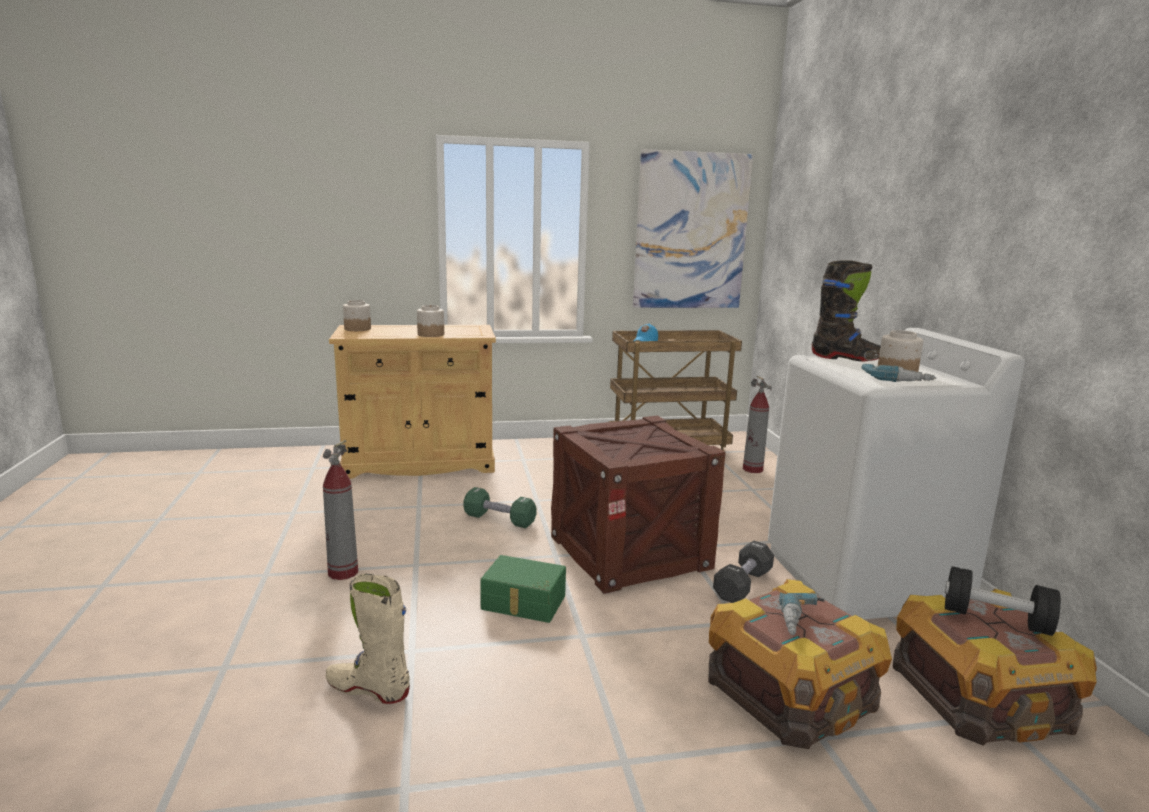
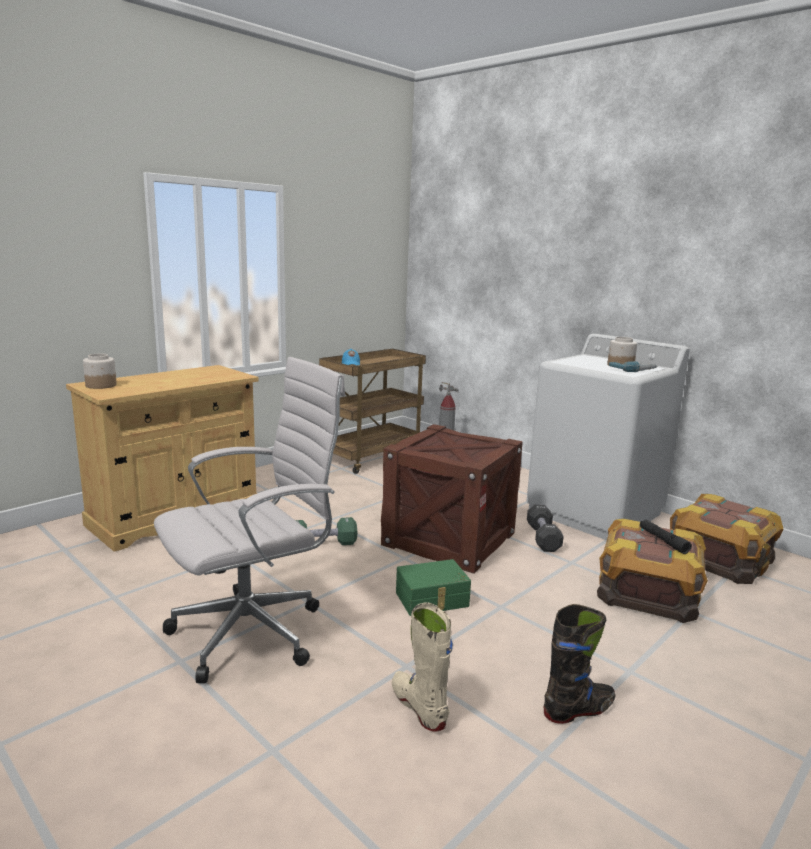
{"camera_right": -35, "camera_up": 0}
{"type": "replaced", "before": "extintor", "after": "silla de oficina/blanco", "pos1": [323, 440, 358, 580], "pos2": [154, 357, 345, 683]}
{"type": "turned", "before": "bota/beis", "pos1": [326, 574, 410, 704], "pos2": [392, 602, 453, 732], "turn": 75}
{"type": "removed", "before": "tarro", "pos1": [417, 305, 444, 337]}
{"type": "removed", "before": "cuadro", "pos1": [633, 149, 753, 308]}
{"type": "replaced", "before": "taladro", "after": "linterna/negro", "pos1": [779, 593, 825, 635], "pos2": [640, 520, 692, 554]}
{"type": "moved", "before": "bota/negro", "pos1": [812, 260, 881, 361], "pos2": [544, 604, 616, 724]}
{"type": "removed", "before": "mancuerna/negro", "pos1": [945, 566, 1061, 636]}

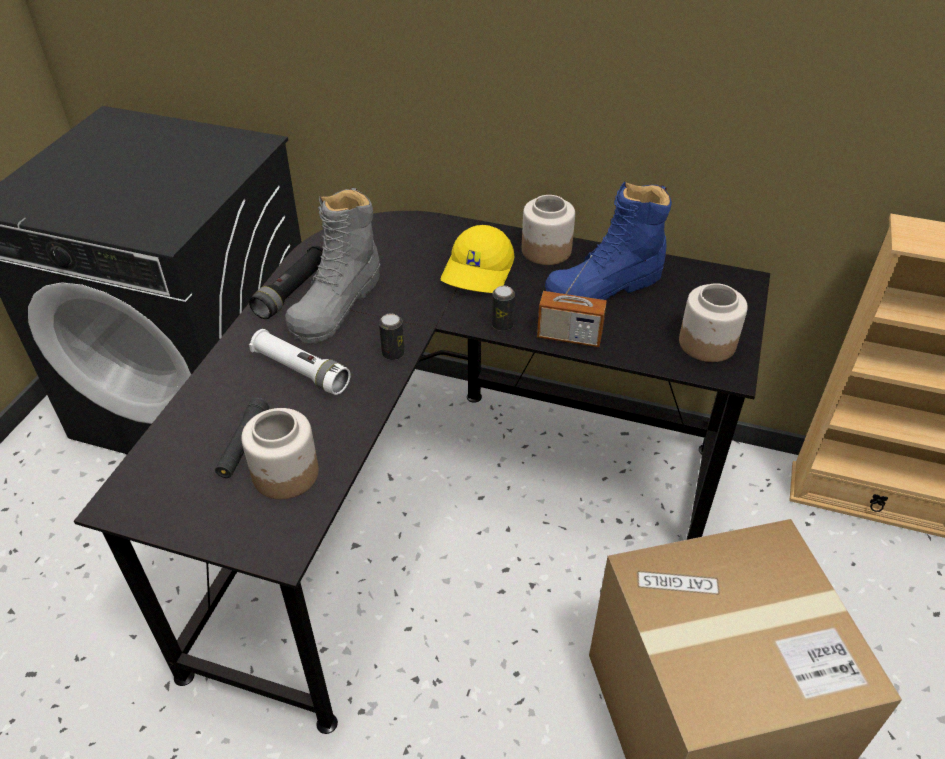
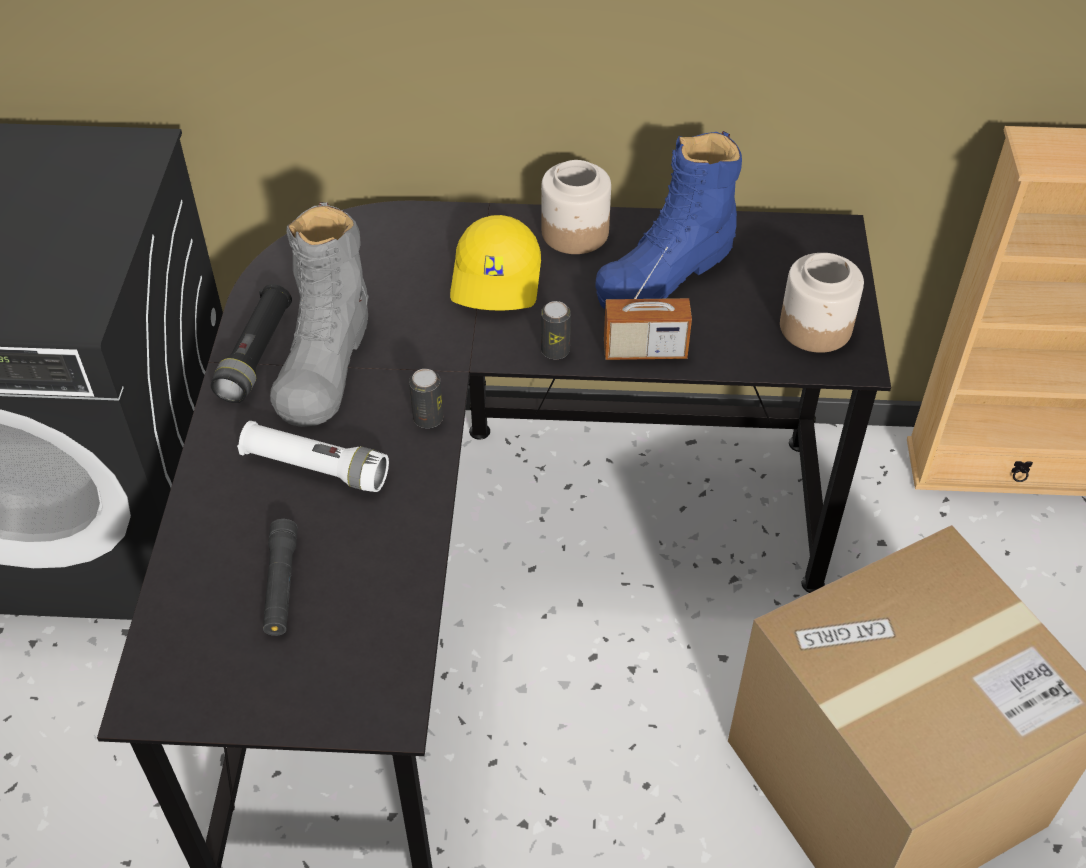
{"camera_right": -15, "camera_up": 5}
{"type": "removed", "before": "tarro", "pos1": [241, 408, 319, 499]}

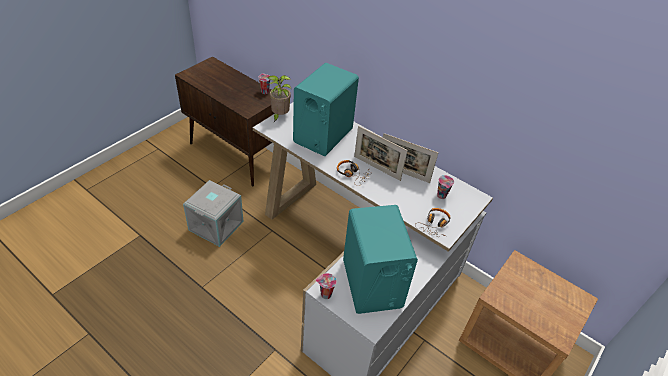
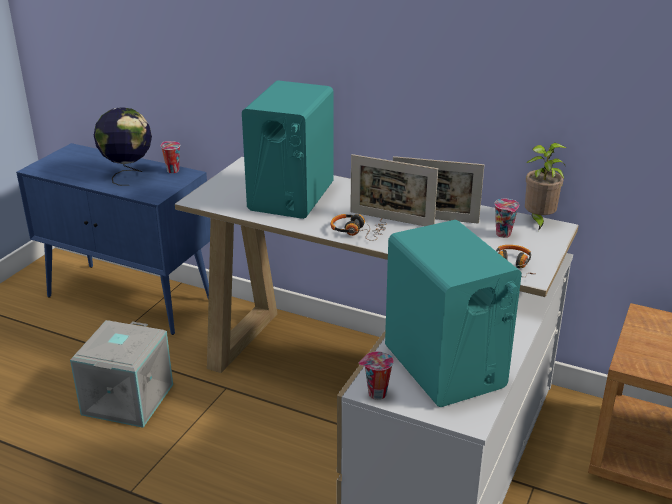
{"camera_right": -10, "camera_up": -15}
{"type": "recoloured", "before": "armario/marrón", "after": "armario/azul", "pos1": [175, 56, 275, 187], "pos2": [16, 143, 211, 335]}
{"type": "moved", "before": "planta en maceta", "pos1": [268, 75, 291, 122], "pos2": [525, 143, 566, 231]}
{"type": "added", "after": "globo terráqueo", "pos2": [94, 107, 152, 186]}

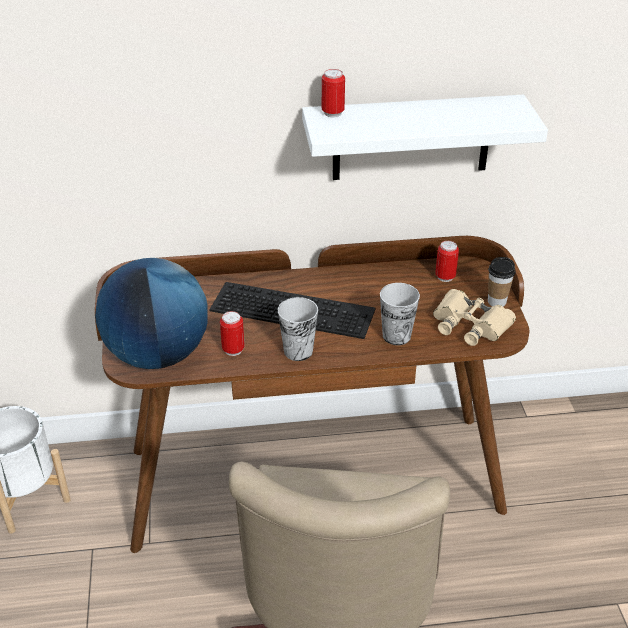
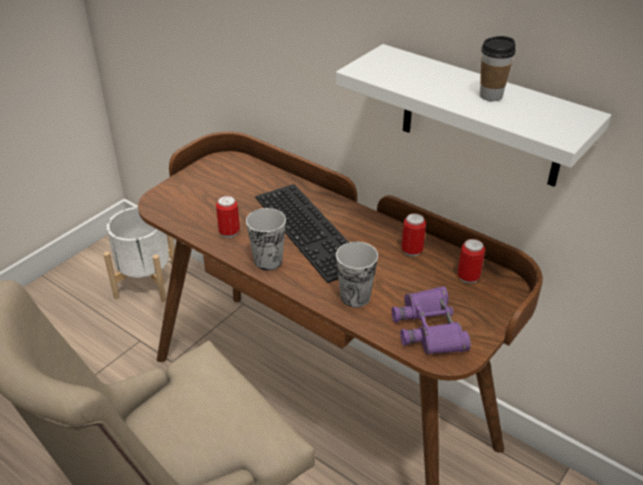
{"camera_right": 45, "camera_up": 0}
{"type": "removed", "before": "globo terráqueo", "pos1": [95, 258, 208, 369]}
{"type": "moved", "before": "lata", "pos1": [322, 69, 345, 117], "pos2": [402, 213, 426, 256]}
{"type": "recoloured", "before": "prismáticos/beis", "after": "prismáticos/morado", "pos1": [433, 289, 516, 346], "pos2": [392, 287, 471, 354]}
{"type": "moved", "before": "taza", "pos1": [488, 257, 515, 307], "pos2": [480, 36, 516, 101]}

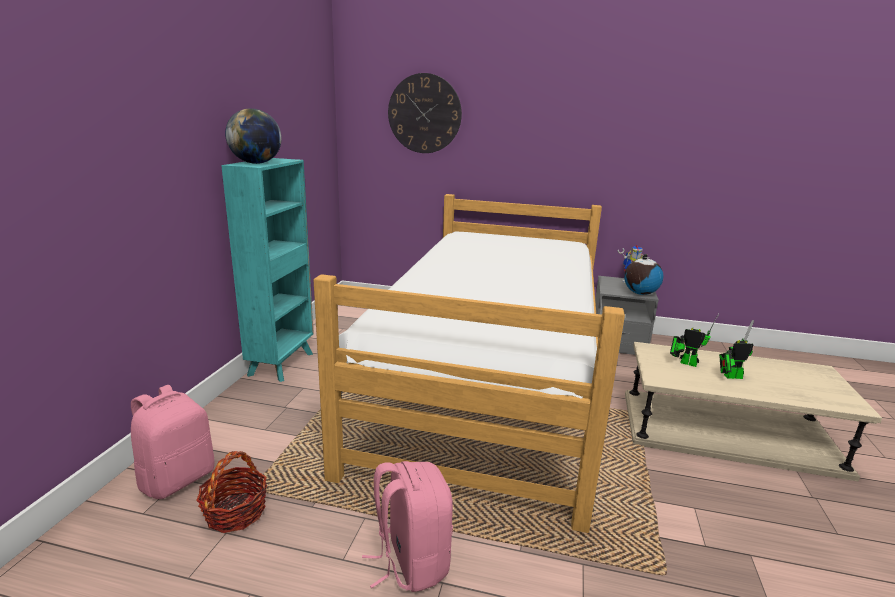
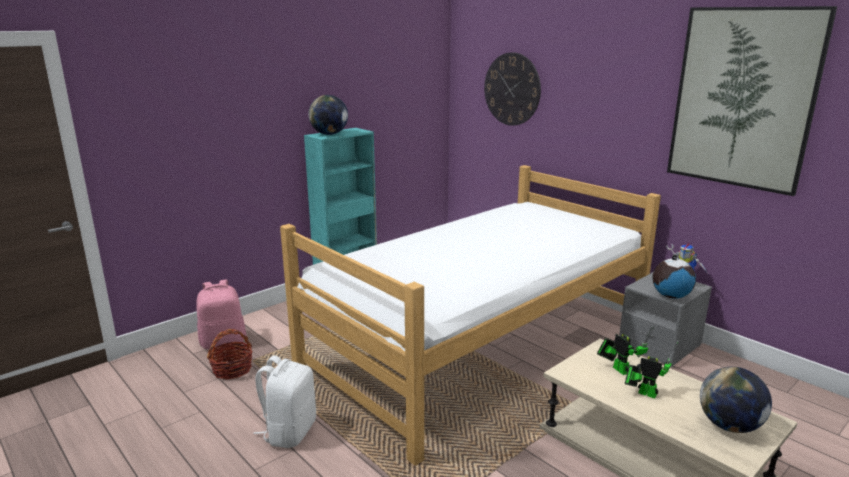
{"camera_right": 35, "camera_up": 0}
{"type": "recoloured", "before": "mochila/rosa", "after": "mochila/blanco", "pos1": [362, 461, 453, 592], "pos2": [253, 356, 316, 448]}
{"type": "added", "after": "cuadro", "pos2": [667, 6, 837, 196]}
{"type": "added", "after": "globo terráqueo", "pos2": [700, 367, 772, 433]}

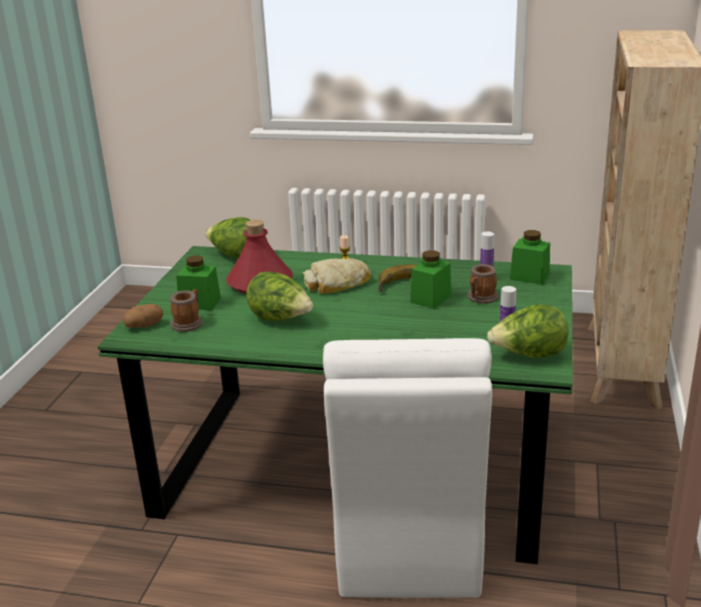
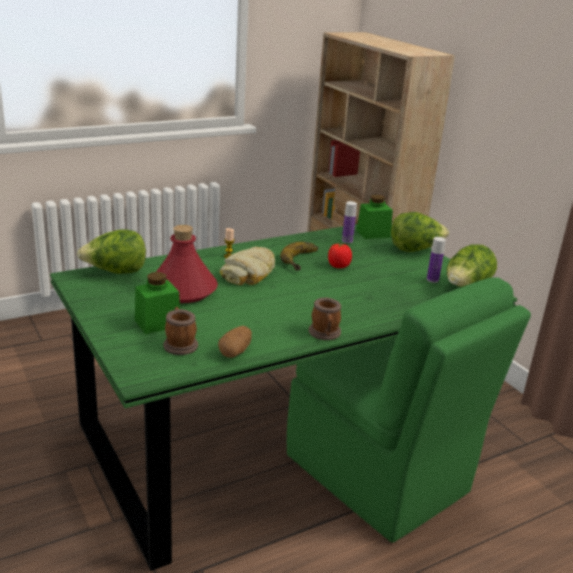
{"camera_right": -45, "camera_up": 0}
{"type": "moved", "before": "patata", "pos1": [123, 304, 164, 328], "pos2": [218, 326, 252, 358]}
{"type": "moved", "before": "lechuga", "pos1": [246, 271, 313, 321], "pos2": [391, 212, 449, 252]}
{"type": "recoloured", "before": "silla/blanco", "after": "silla/verde", "pos1": [323, 338, 492, 598], "pos2": [287, 277, 531, 543]}
{"type": "replaced", "before": "tarro/verde", "after": "tomate", "pos1": [410, 250, 452, 309], "pos2": [328, 243, 352, 268]}
{"type": "moved", "before": "taza grande", "pos1": [468, 264, 498, 304], "pos2": [309, 298, 341, 340]}

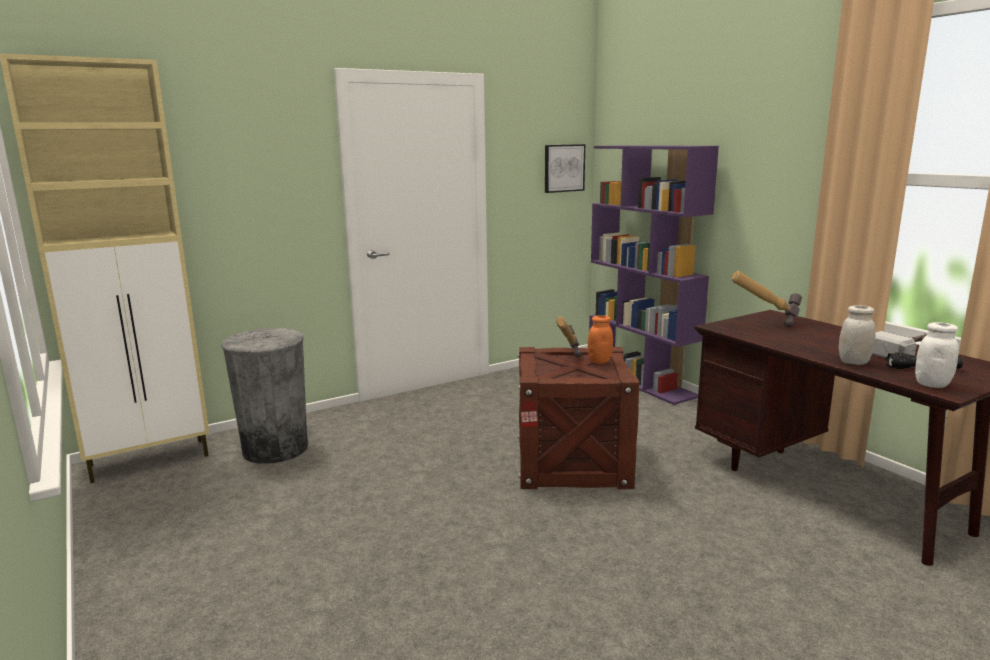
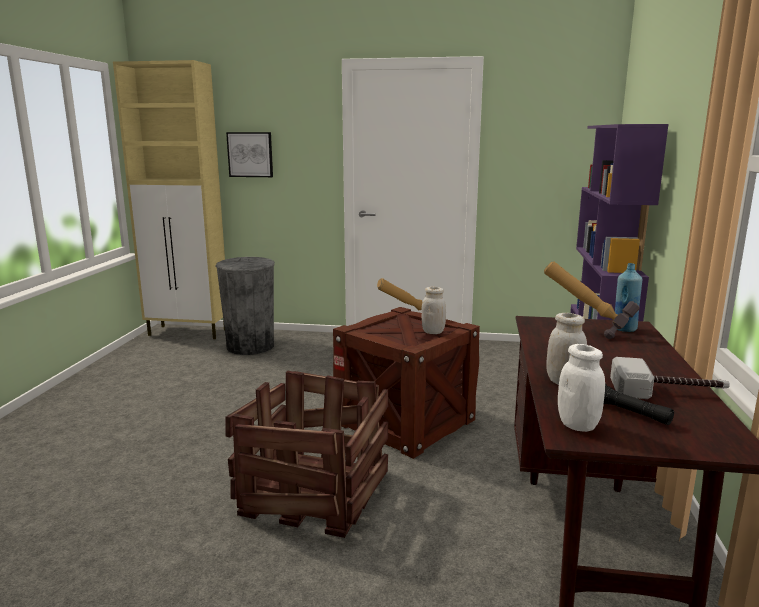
{"camera_right": 40, "camera_up": 0}
{"type": "moved", "before": "cuadro", "pos1": [545, 144, 585, 193], "pos2": [226, 132, 273, 177]}
{"type": "recoloured", "before": "tarro/naranja", "after": "tarro/blanco", "pos1": [588, 315, 613, 364], "pos2": [421, 287, 446, 334]}
{"type": "added", "after": "caja de embalaje", "pos2": [225, 371, 388, 538]}
{"type": "added", "after": "botella/azul", "pos2": [615, 263, 642, 332]}

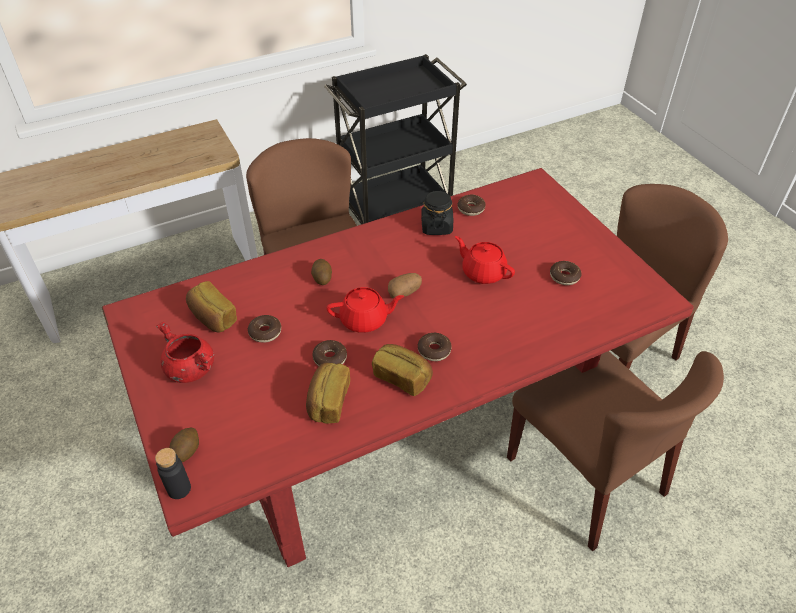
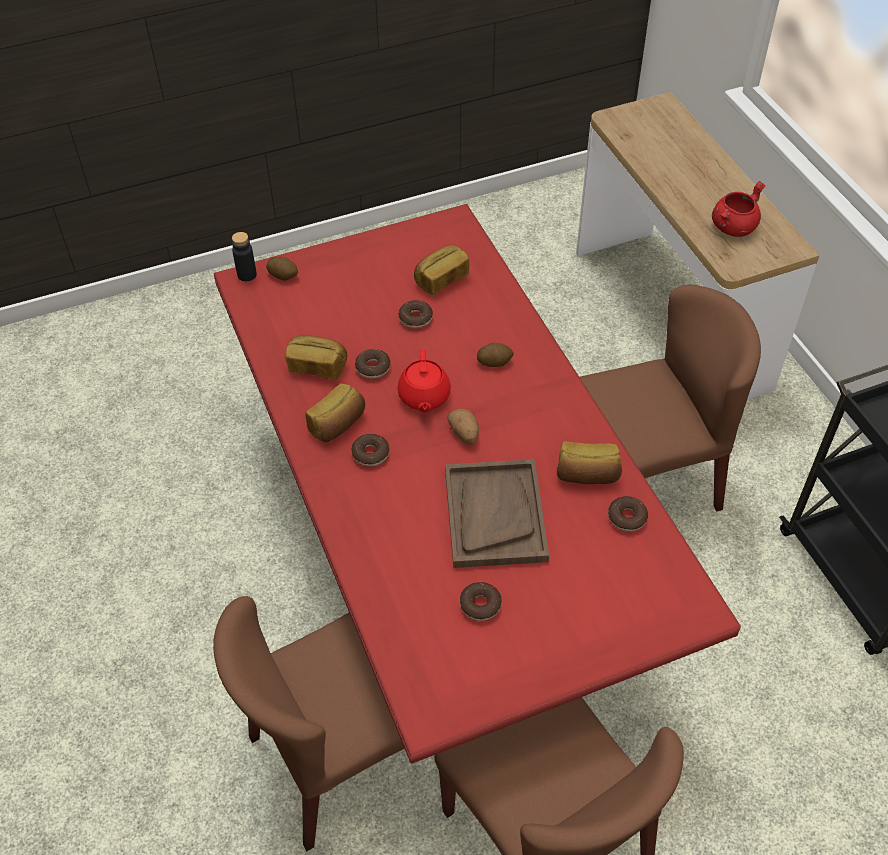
{"camera_right": 95, "camera_up": 5}
{"type": "moved", "before": "olla/rojo", "pos1": [156, 322, 214, 383], "pos2": [712, 181, 765, 237]}
{"type": "replaced", "before": "tarro/negro", "after": "pan", "pos1": [421, 190, 453, 235], "pos2": [557, 441, 622, 484]}
{"type": "replaced", "before": "tetera/rojo", "after": "bandeja/marrón", "pos1": [455, 236, 515, 284], "pos2": [445, 459, 549, 568]}

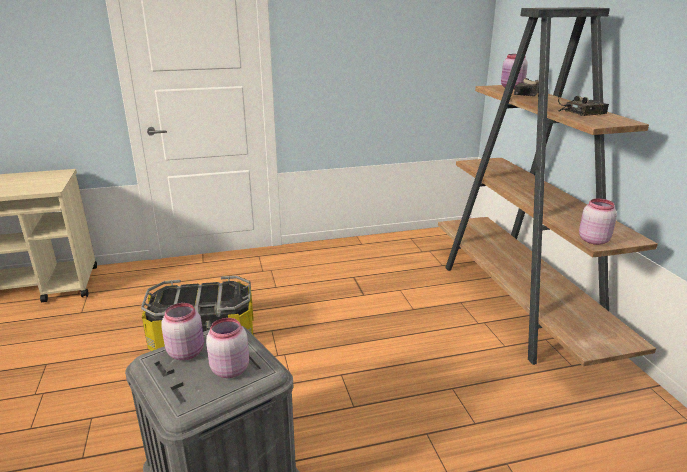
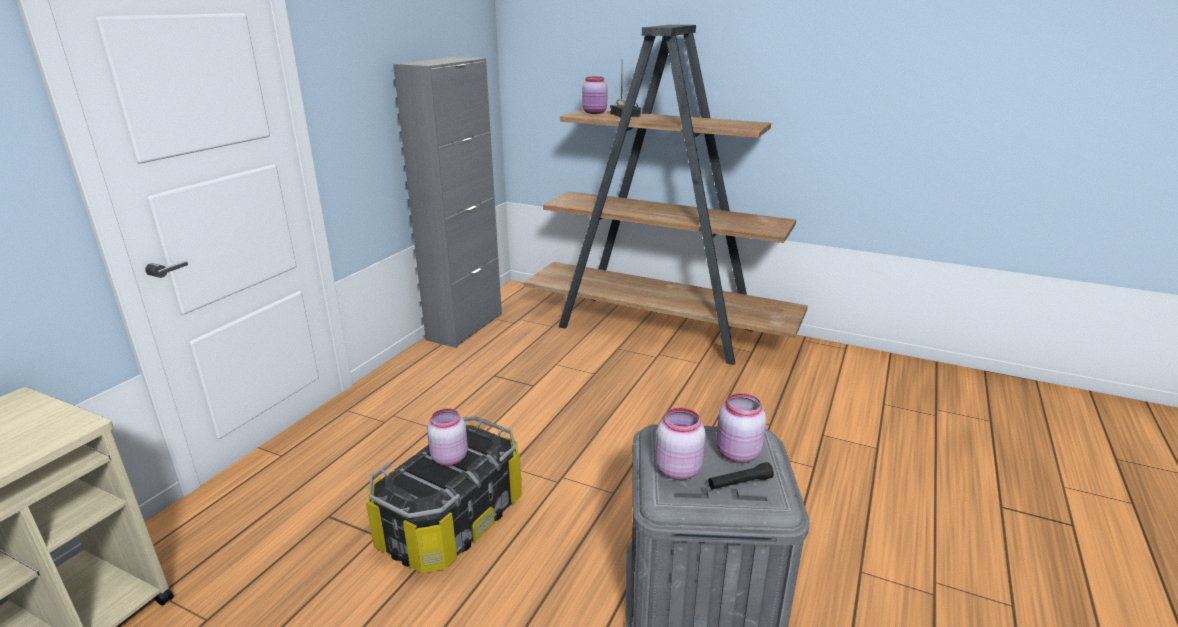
{"camera_right": -50, "camera_up": 0}
{"type": "removed", "before": "radio", "pos1": [558, 52, 609, 116]}
{"type": "moved", "before": "tarro/rosa", "pos1": [579, 198, 617, 245], "pos2": [427, 408, 468, 466]}
{"type": "added", "after": "armario/gris", "pos2": [393, 57, 502, 348]}
{"type": "added", "after": "linterna/negro", "pos2": [708, 462, 773, 490]}

